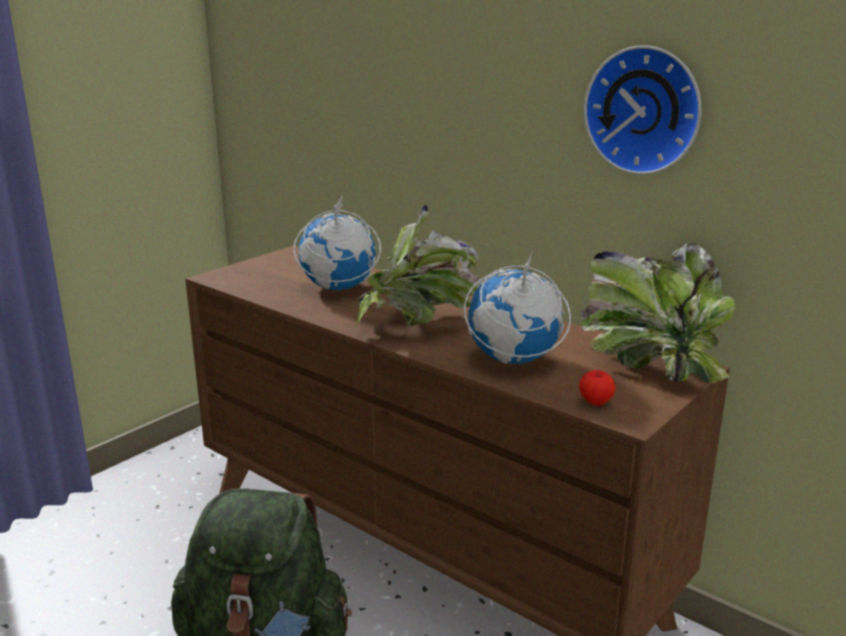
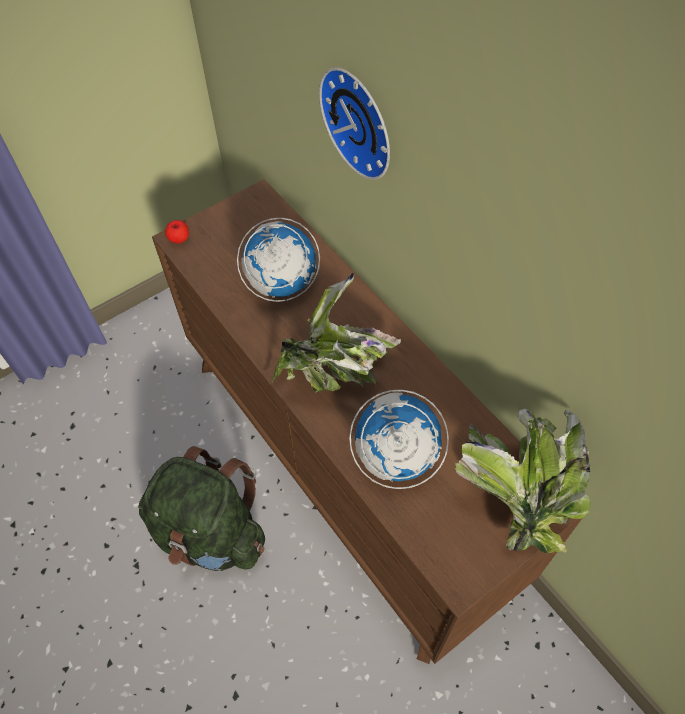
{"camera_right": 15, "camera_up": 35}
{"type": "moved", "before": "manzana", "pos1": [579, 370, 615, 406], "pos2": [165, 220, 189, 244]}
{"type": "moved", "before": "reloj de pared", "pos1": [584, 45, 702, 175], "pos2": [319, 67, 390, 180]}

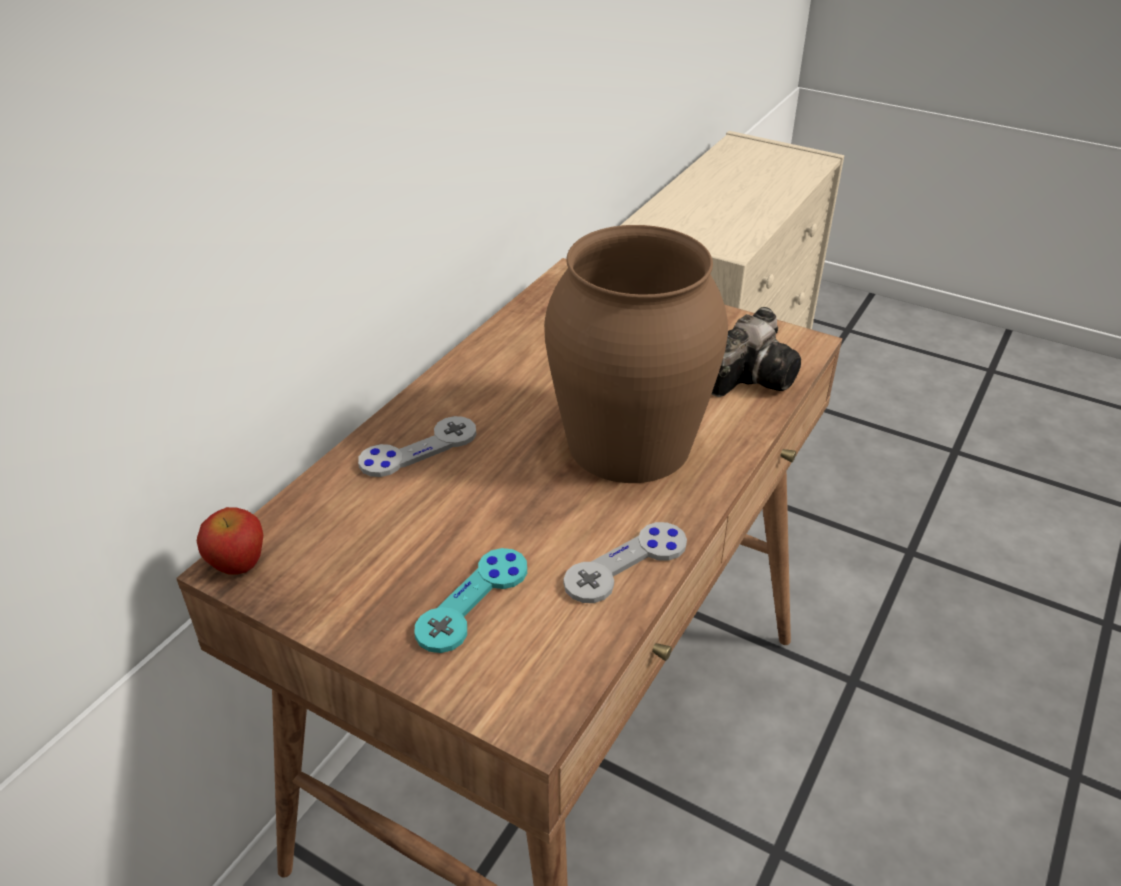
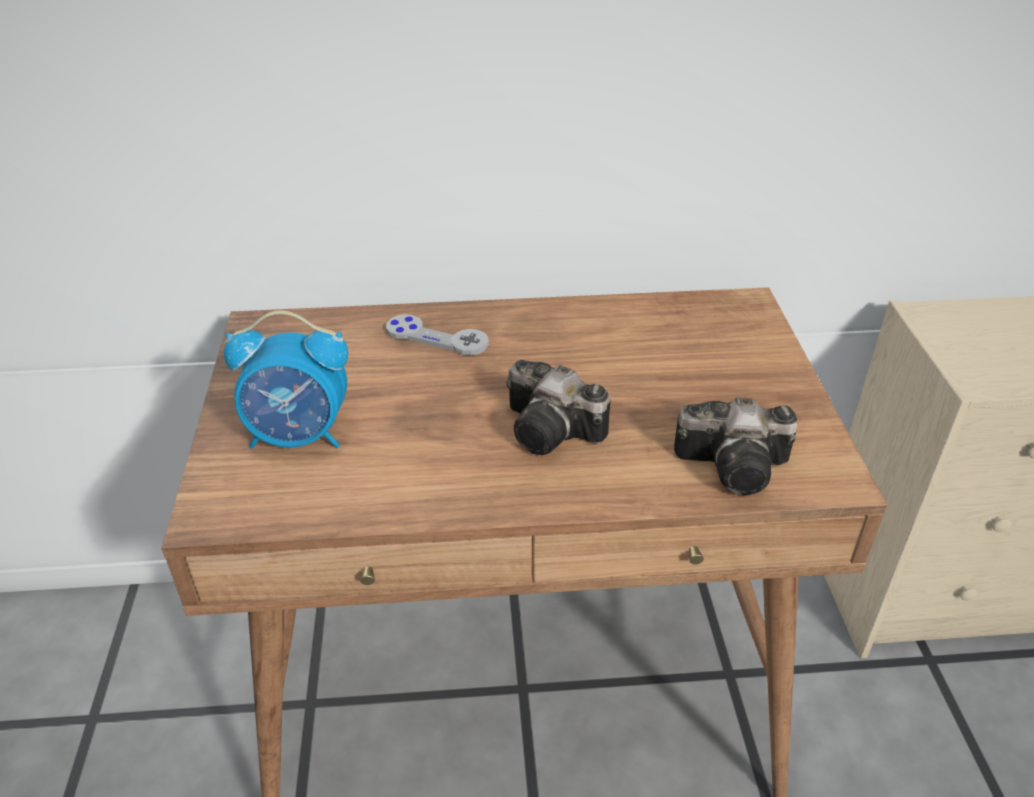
{"camera_right": 55, "camera_up": 0}
{"type": "removed", "before": "manzana", "pos1": [197, 507, 263, 575]}
{"type": "replaced", "before": "mando de consola/turquesa", "after": "despertador", "pos1": [414, 548, 527, 653], "pos2": [224, 310, 348, 449]}
{"type": "replaced", "before": "florero/marrón", "after": "cámara", "pos1": [544, 225, 728, 483], "pos2": [506, 360, 611, 455]}
{"type": "removed", "before": "mando de consola/gris", "pos1": [564, 522, 687, 603]}

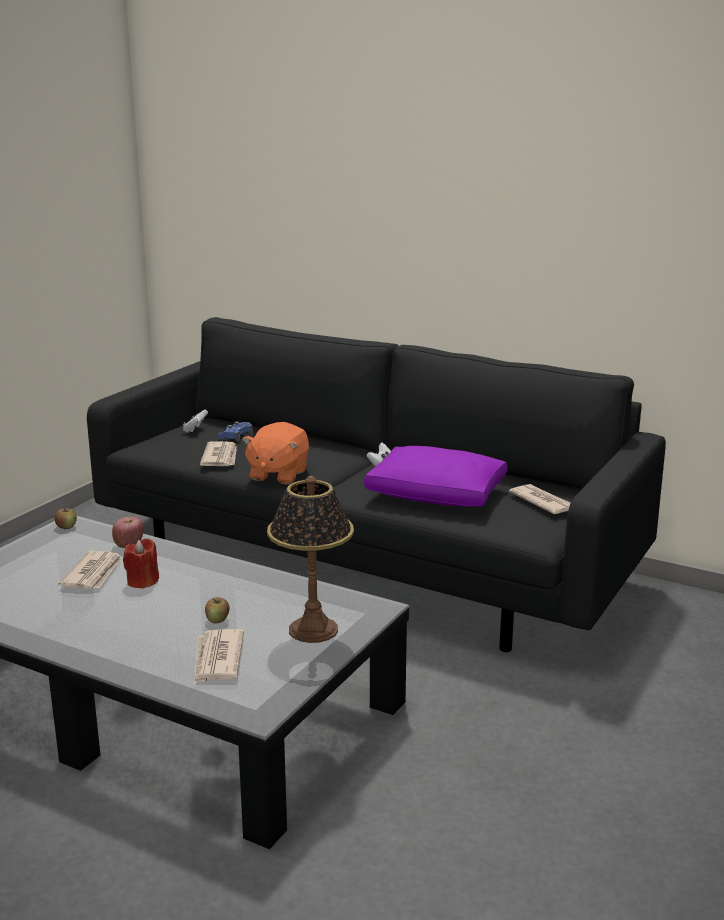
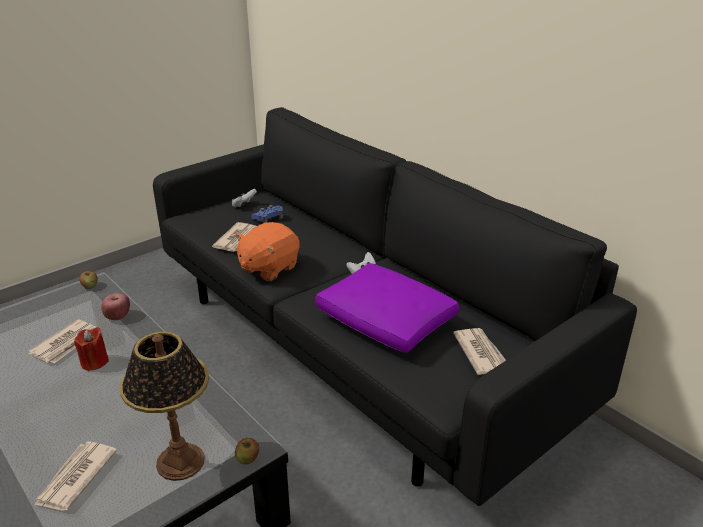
{"camera_right": 20, "camera_up": 10}
{"type": "moved", "before": "manzana", "pos1": [205, 597, 229, 624], "pos2": [235, 438, 259, 464]}

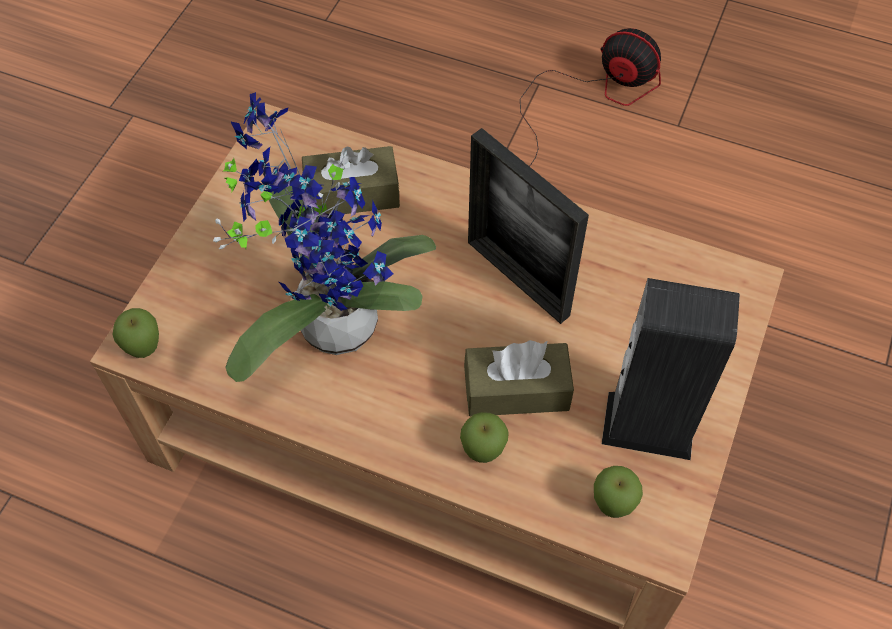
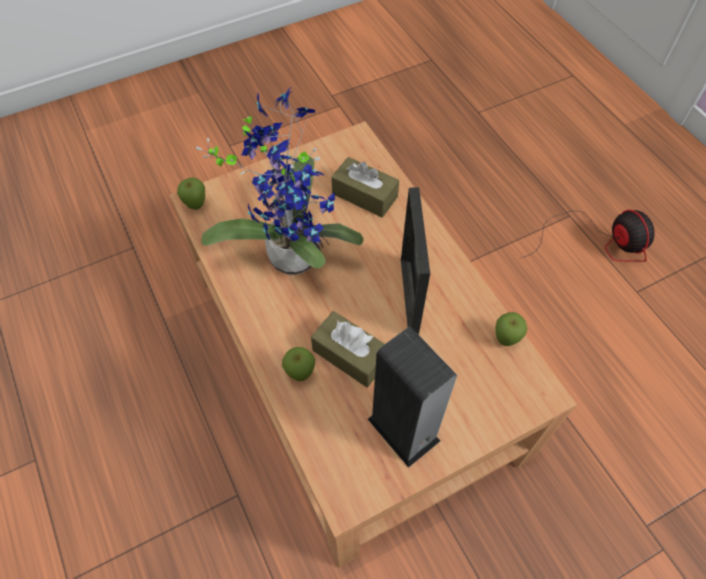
{"camera_right": 40, "camera_up": 0}
{"type": "moved", "before": "manzana", "pos1": [594, 466, 643, 518], "pos2": [495, 312, 527, 346]}

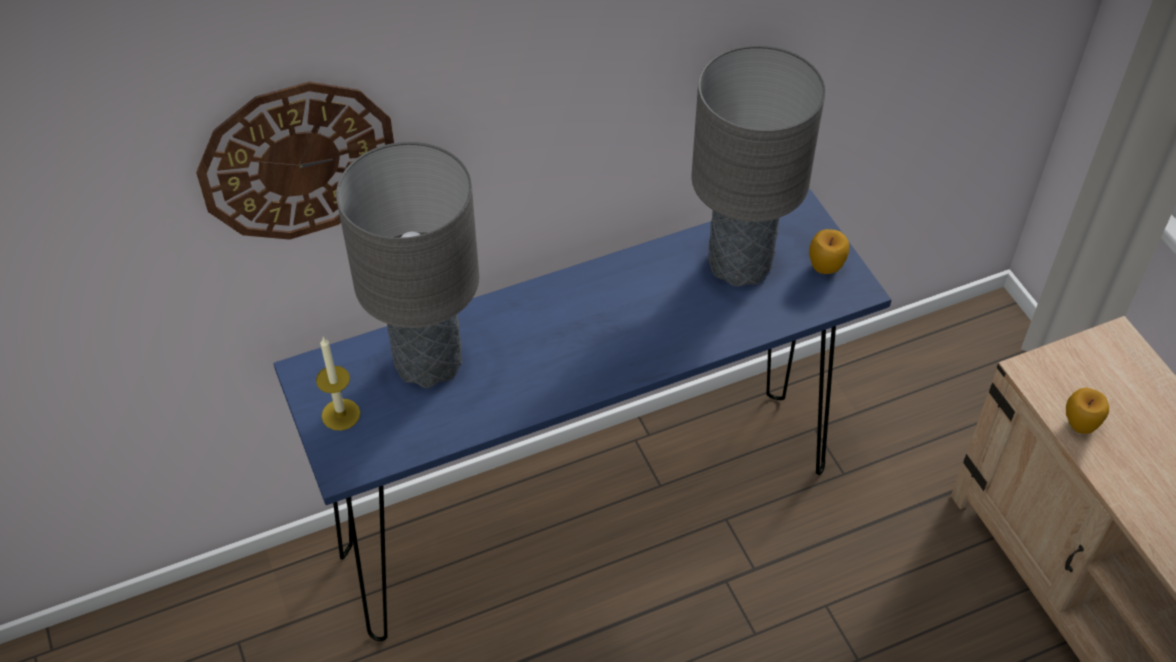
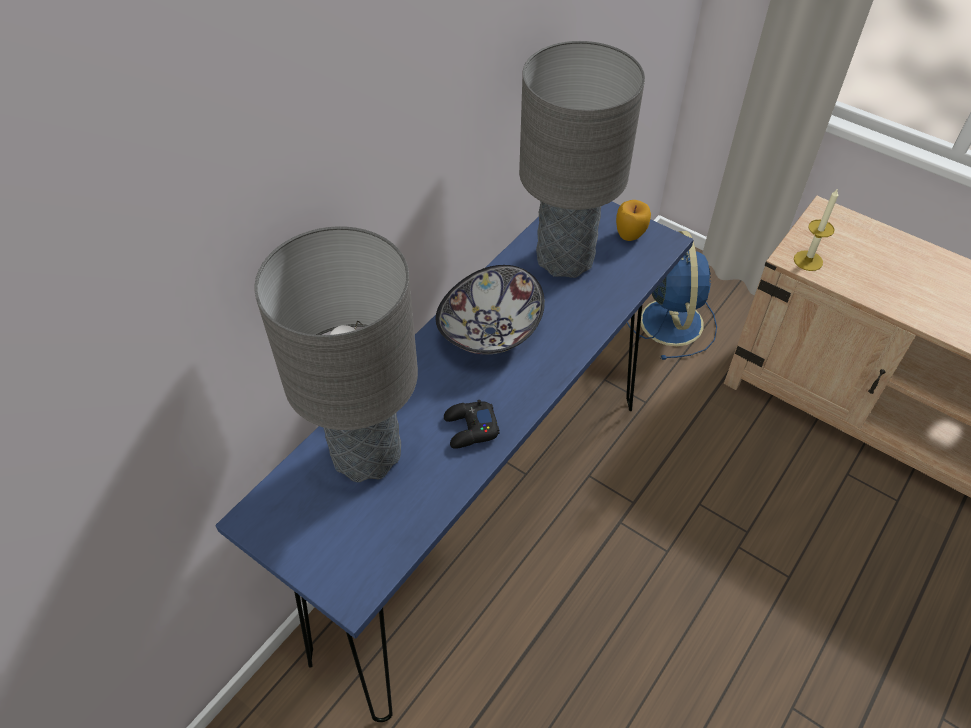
{"camera_right": -30, "camera_up": 0}
{"type": "removed", "before": "reloj de pared", "pos1": [196, 81, 394, 240]}
{"type": "moved", "before": "vela", "pos1": [316, 337, 361, 431], "pos2": [794, 188, 838, 271]}
{"type": "removed", "before": "manzana", "pos1": [1066, 387, 1109, 434]}
{"type": "added", "after": "cuenco", "pos2": [436, 265, 545, 354]}
{"type": "added", "after": "mando de consola/negro", "pos2": [444, 400, 500, 449]}
{"type": "added", "after": "ventilador/azul", "pos2": [627, 231, 717, 360]}

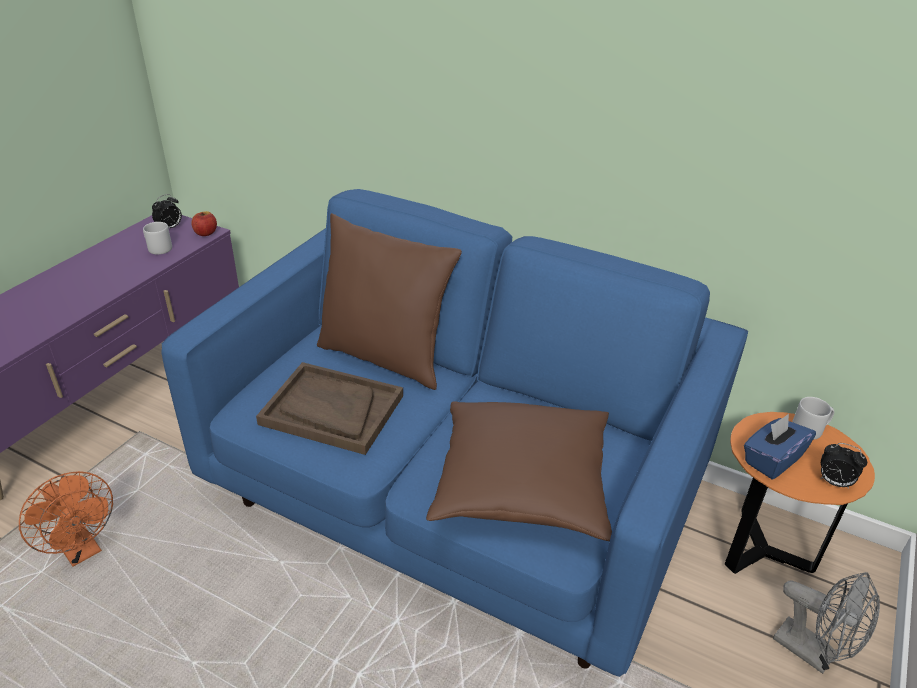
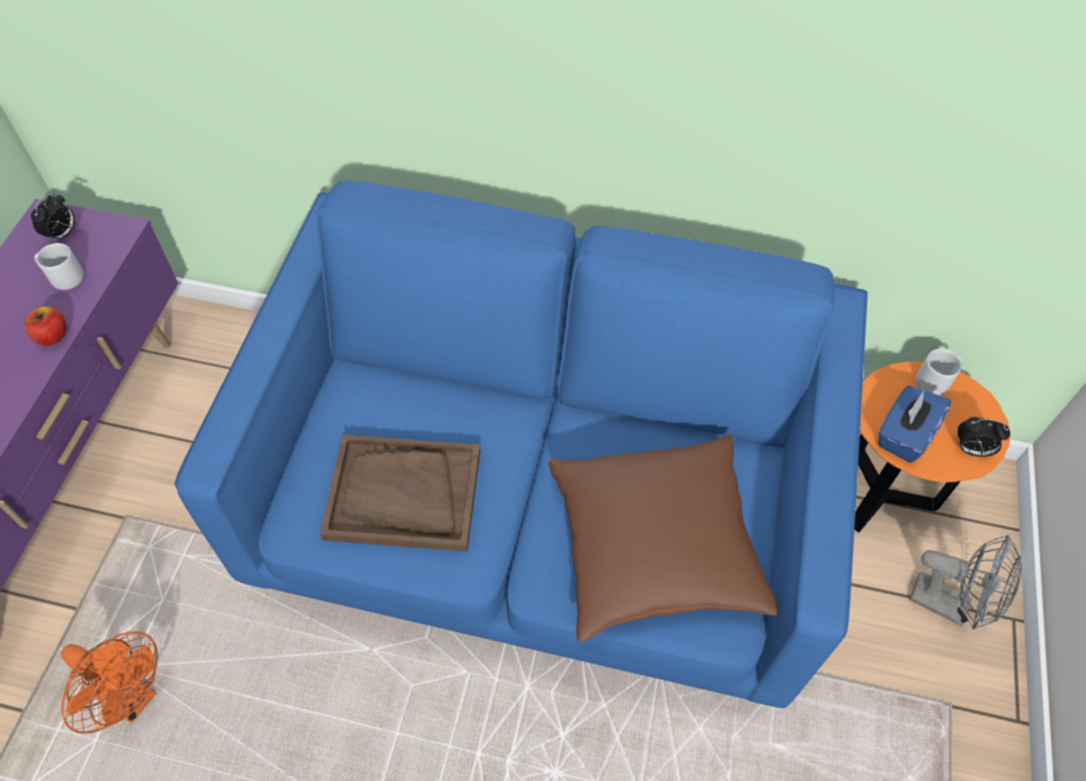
{"camera_right": -15, "camera_up": 20}
{"type": "moved", "before": "manzana", "pos1": [191, 211, 217, 236], "pos2": [25, 306, 66, 345]}
{"type": "removed", "before": "cojín/marrón", "pos1": [317, 213, 462, 390]}

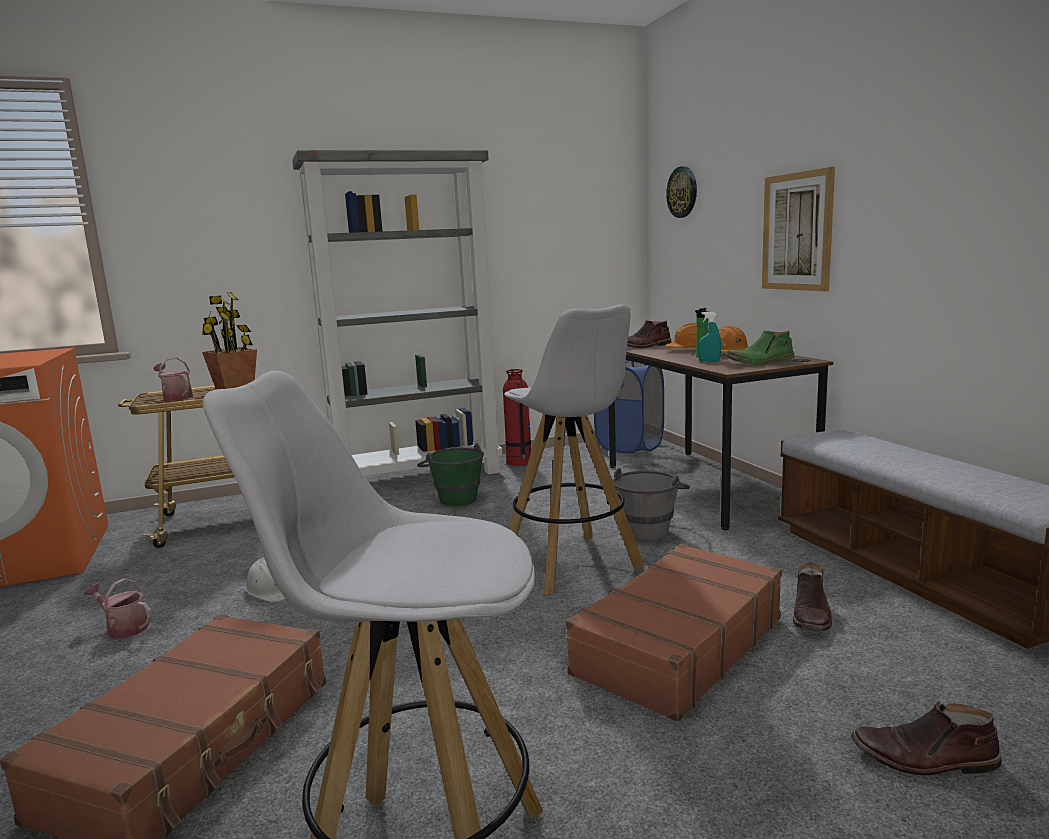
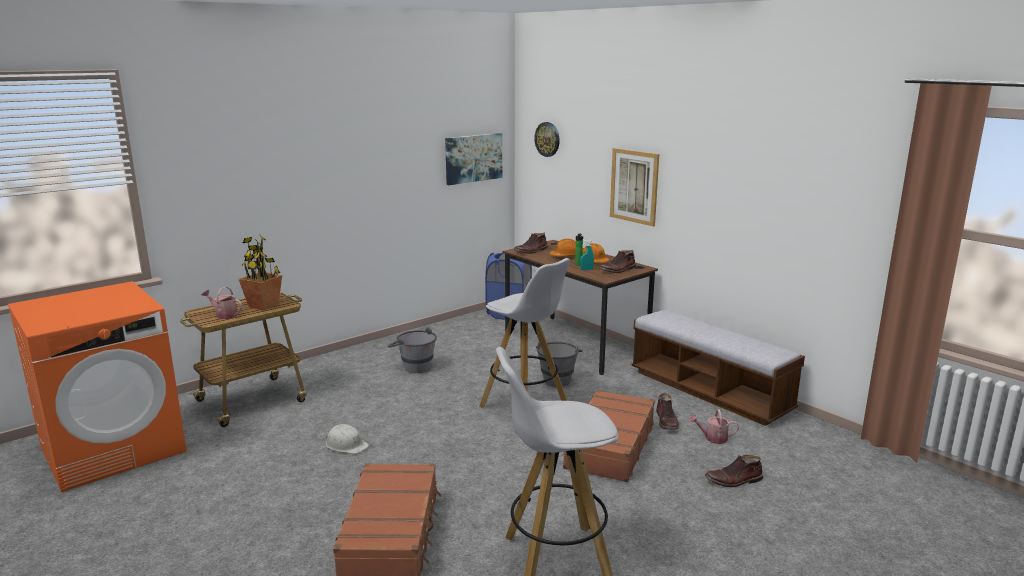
{"camera_right": -20, "camera_up": 5}
{"type": "moved", "before": "regadera", "pos1": [84, 578, 152, 638], "pos2": [689, 409, 739, 444]}
{"type": "removed", "before": "estantería/gris", "pos1": [292, 150, 503, 476]}
{"type": "recoloured", "before": "cubo/verde", "after": "cubo/gris", "pos1": [417, 443, 484, 506], "pos2": [387, 327, 437, 373]}
{"type": "removed", "before": "extintor", "pos1": [503, 369, 531, 466]}
{"type": "recoloured", "before": "bota/verde", "after": "bota/marrón", "pos1": [726, 330, 794, 364], "pos2": [599, 250, 636, 273]}
{"type": "added", "after": "cuadro", "pos2": [445, 133, 502, 185]}

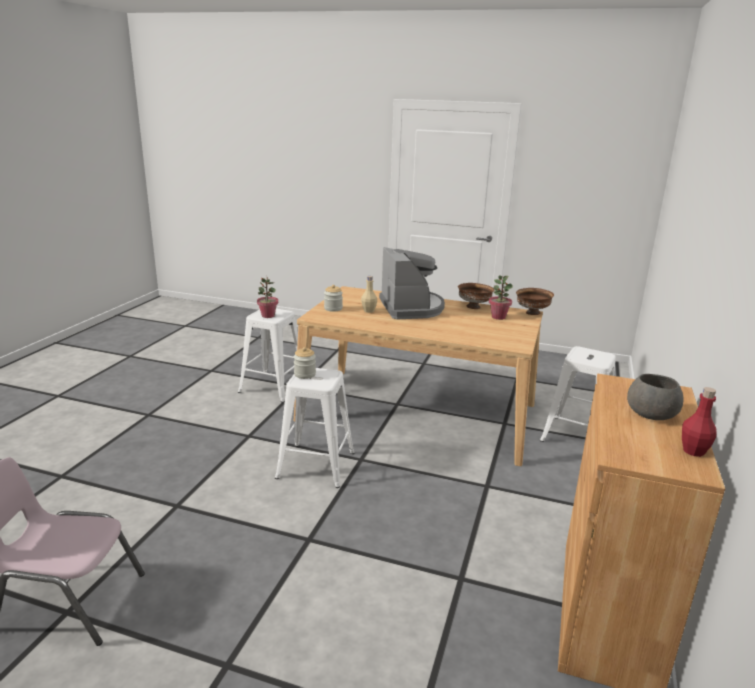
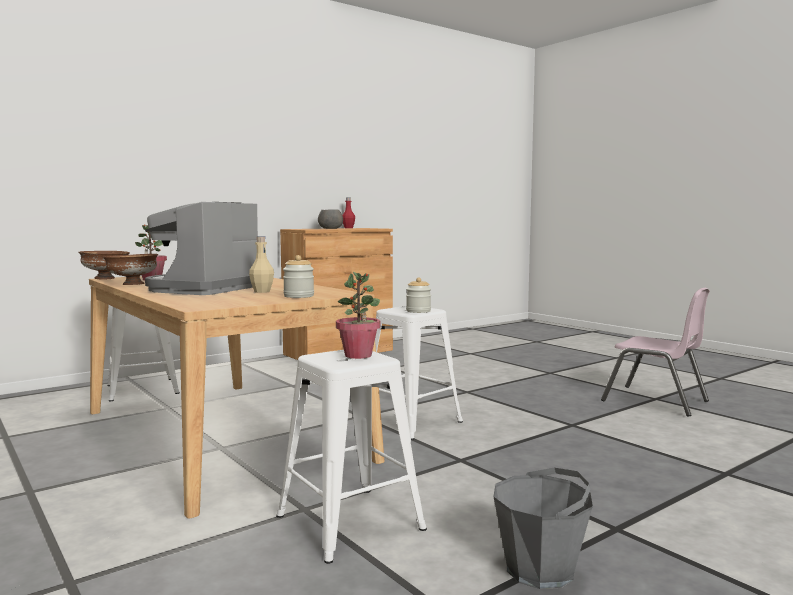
{"camera_right": -145, "camera_up": -15}
{"type": "added", "after": "cubo/gris", "pos2": [493, 468, 593, 589]}

